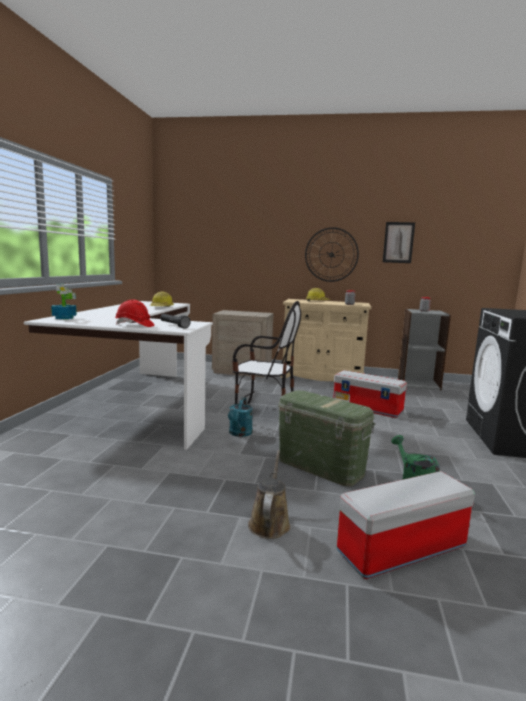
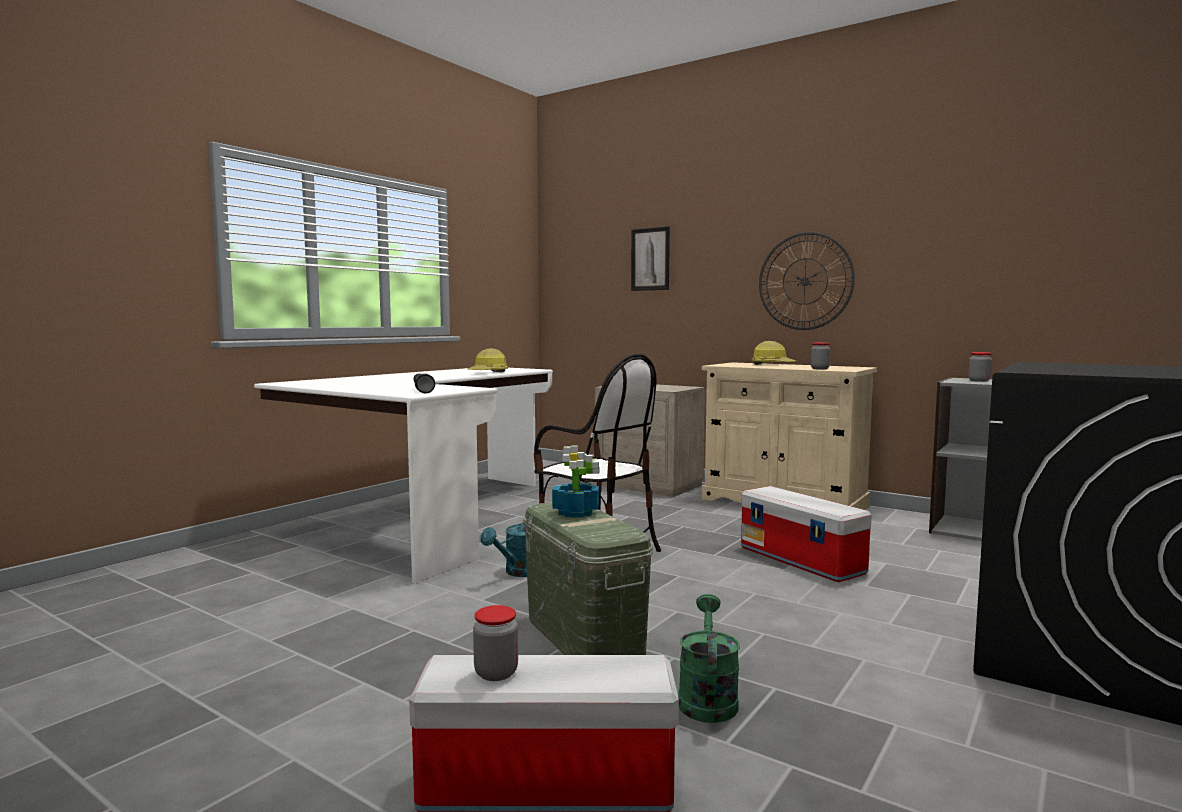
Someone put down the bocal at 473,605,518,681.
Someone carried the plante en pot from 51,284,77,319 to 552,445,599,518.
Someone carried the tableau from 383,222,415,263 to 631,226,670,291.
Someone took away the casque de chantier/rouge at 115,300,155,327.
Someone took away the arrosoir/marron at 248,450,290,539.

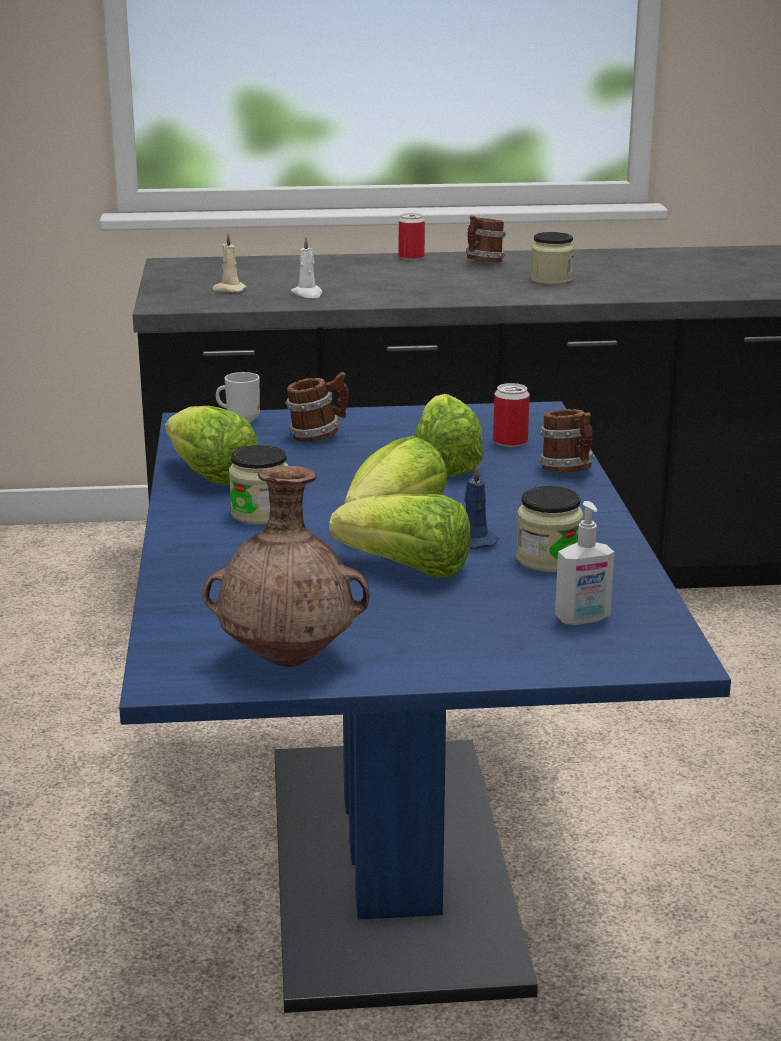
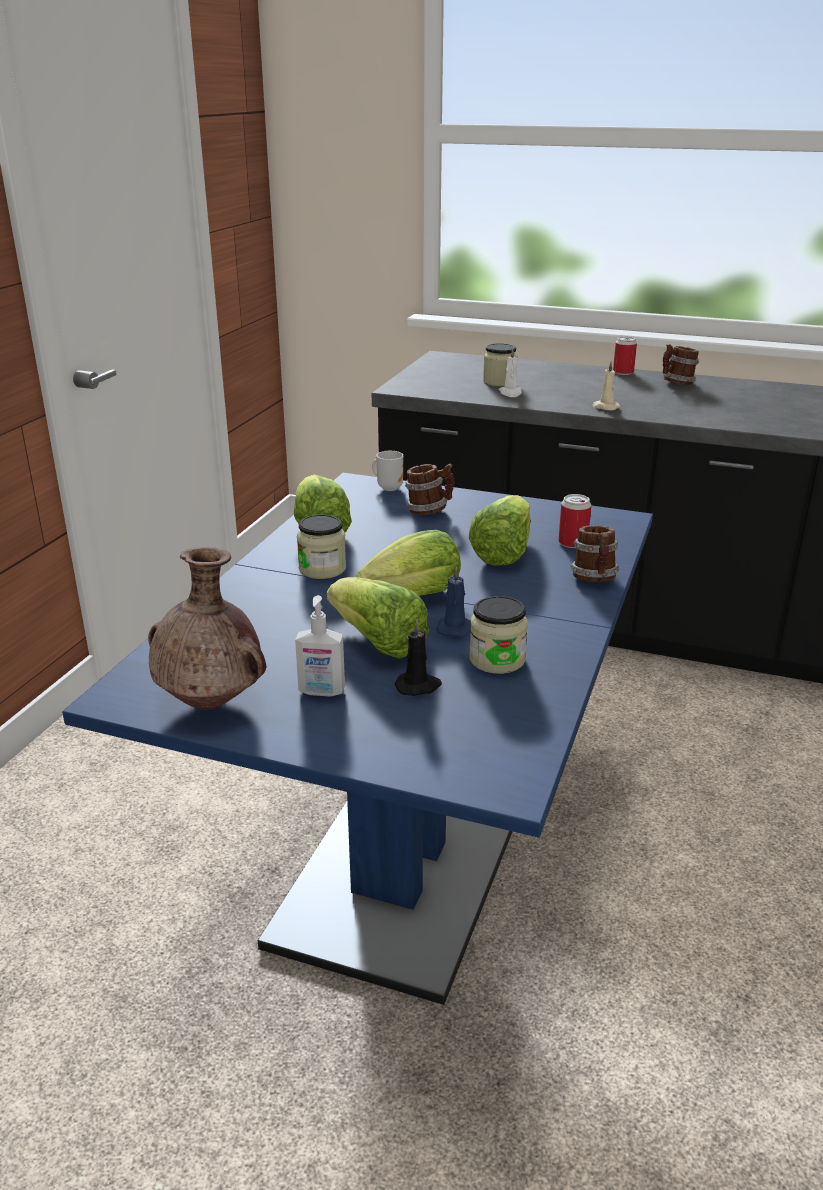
Someone carried the distributeur de savon from 555,501,614,625 to 295,595,345,697.
Someone put down the bougie/noir at 395,619,442,696.
Someone carried the bocal from 531,232,574,285 to 483,343,517,386.
Someone carried the bougie/beige from 213,233,247,292 to 592,361,620,411.

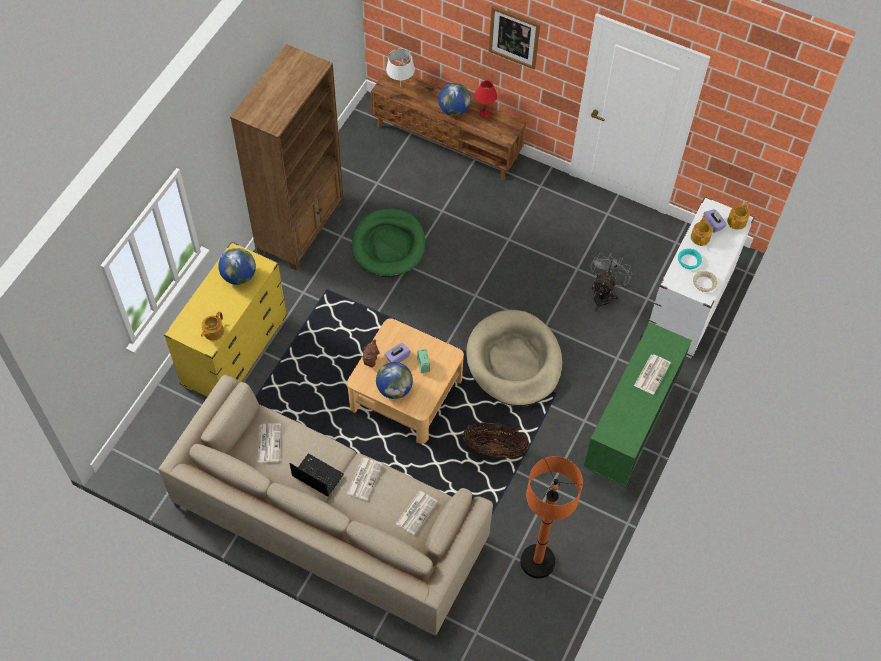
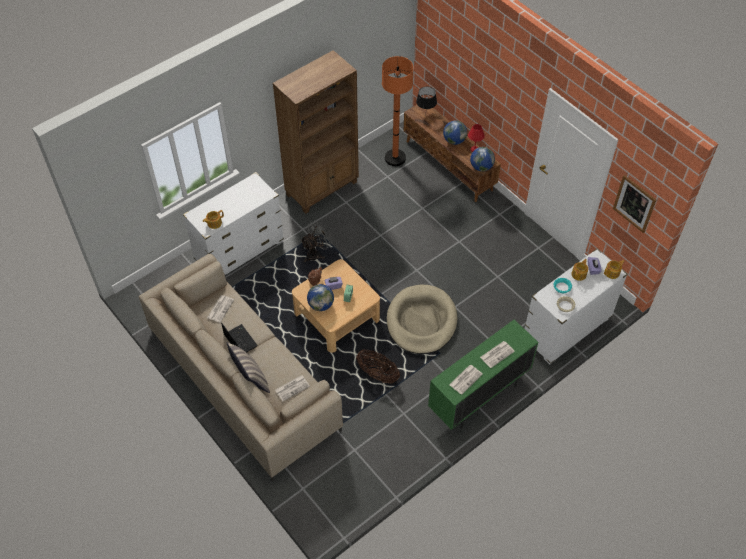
Someone repainted the commode/jaune at 164,241,287,397, which became the commode/blanc at 183,172,284,275.
Someone put down the coussin at 226,342,270,393.
Someone carried the ventilateur/gris from 590,253,632,312 to 301,220,332,262.
Someone carried the lampadaire/orange from 520,456,583,578 to 382,56,414,166.
Someone repainted the lampe de table/blanc at 386,49,415,82, which became the lampe de table/noir at 416,87,437,109.
Someone carried the journal from 347,458,383,501 to 449,365,483,395.
Someone carried the globe from 218,248,256,285 to 470,147,495,171.
Someone carried the tableau from 489,6,540,70 to 613,175,656,233.
Someone took away the panier pour chien/vert at 352,209,425,277.

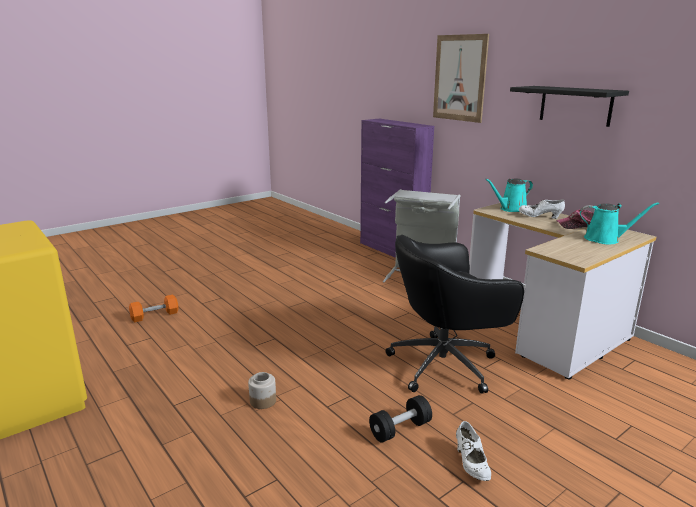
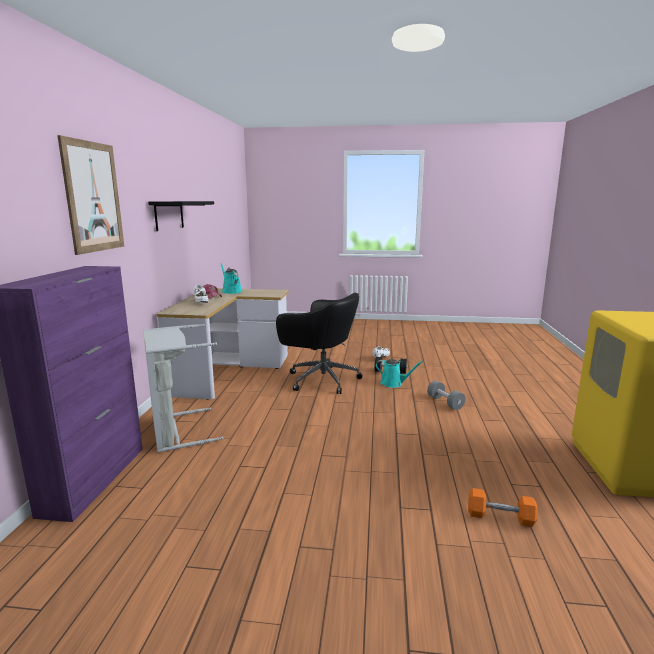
Someone carried the arrosoir/turquoise from 485,178,533,212 to 375,359,424,388.
Someone swapped the bocal at 248,372,276,409 for the haltère/gris at 427,381,466,410.

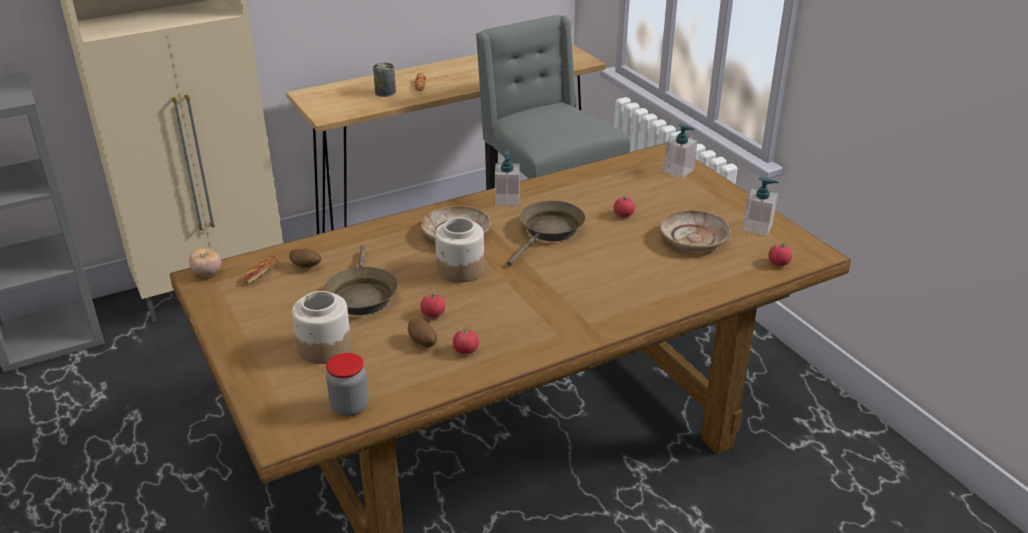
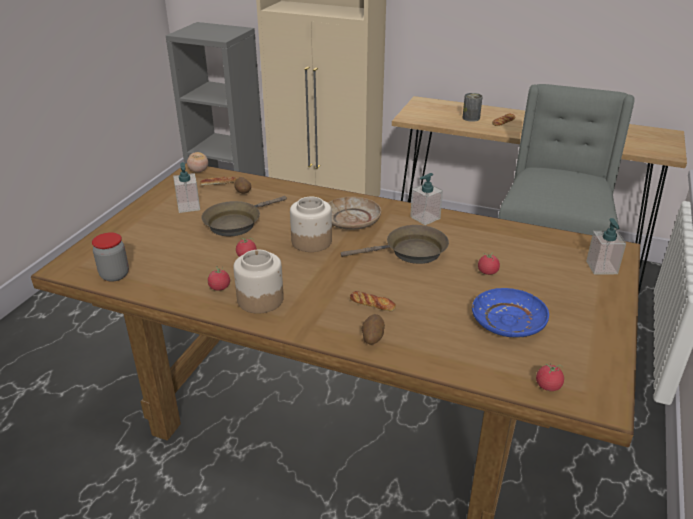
Someone carried the distributeur de savon from 743,177,779,236 to 173,162,200,213.
Someone carried the bocal from 292,291,351,364 to 233,250,284,314.
Someone put down the pain at 350,291,396,311.
Someone carried the pomme de terre from 408,319,437,348 to 362,314,385,345.
Someone repainted the assiette/beige at 660,210,730,251, which became the assiette/bleu at 472,288,549,337.

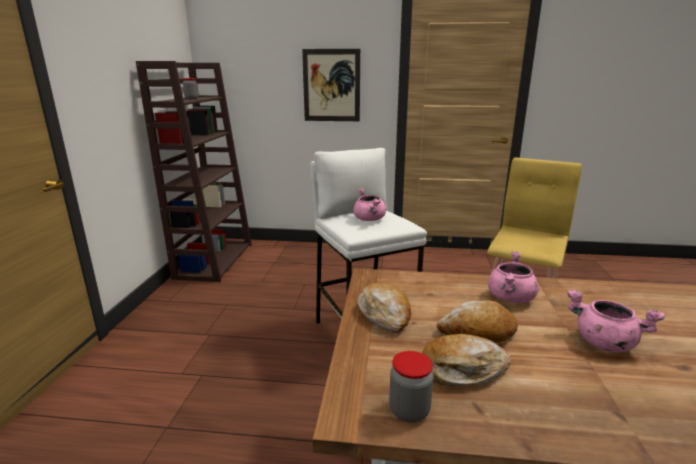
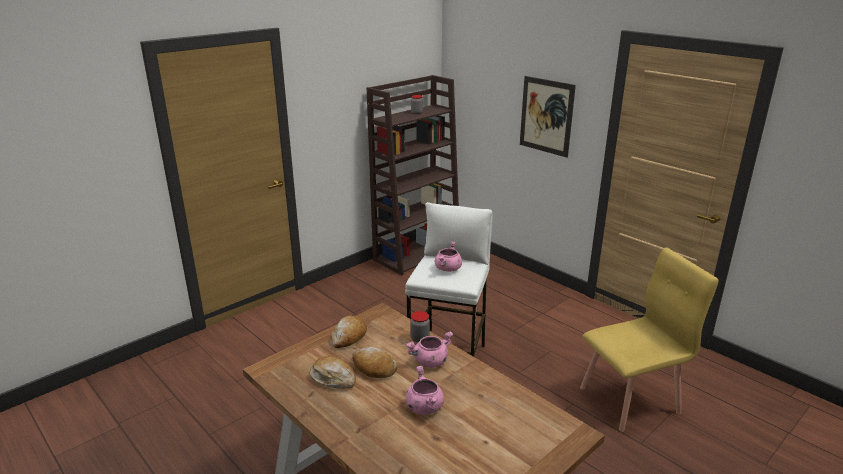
Someone carried the bocal from 389,351,434,423 to 410,311,430,343.

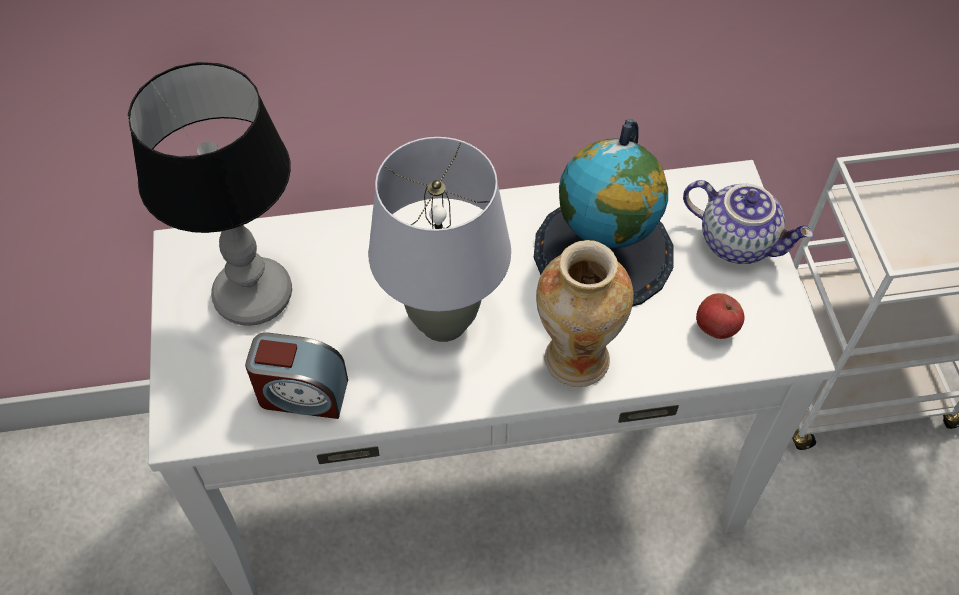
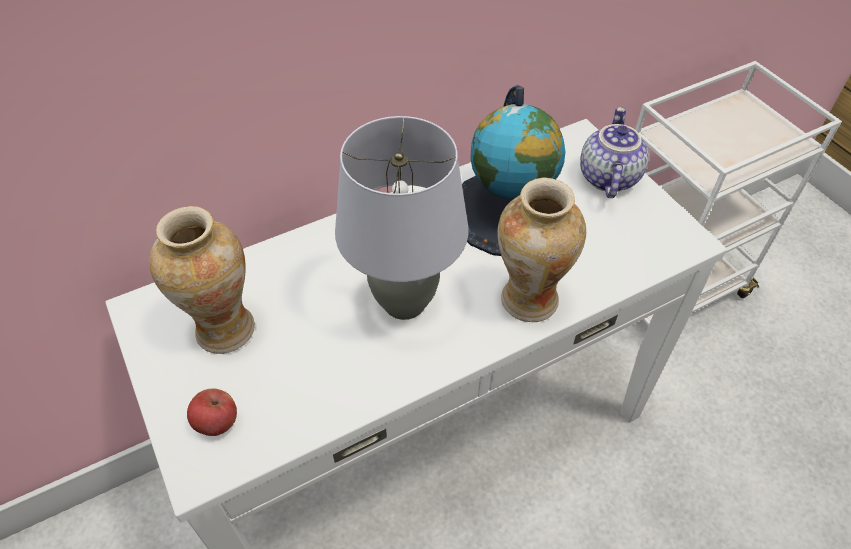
Someone swapped the lampe de table at 128,62,292,326 for the vase at 149,206,255,354.
Someone carried the pomme from 696,293,745,339 to 187,388,237,436.
Someone rotated the théière at 683,180,813,264 by 90 degrees counterclockwise.
Someone took away the réveil at 245,332,348,419.

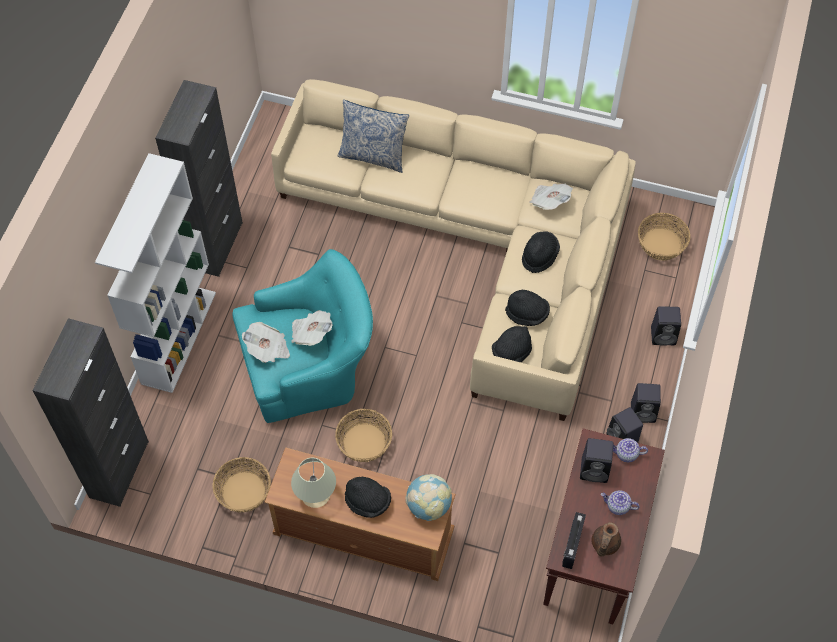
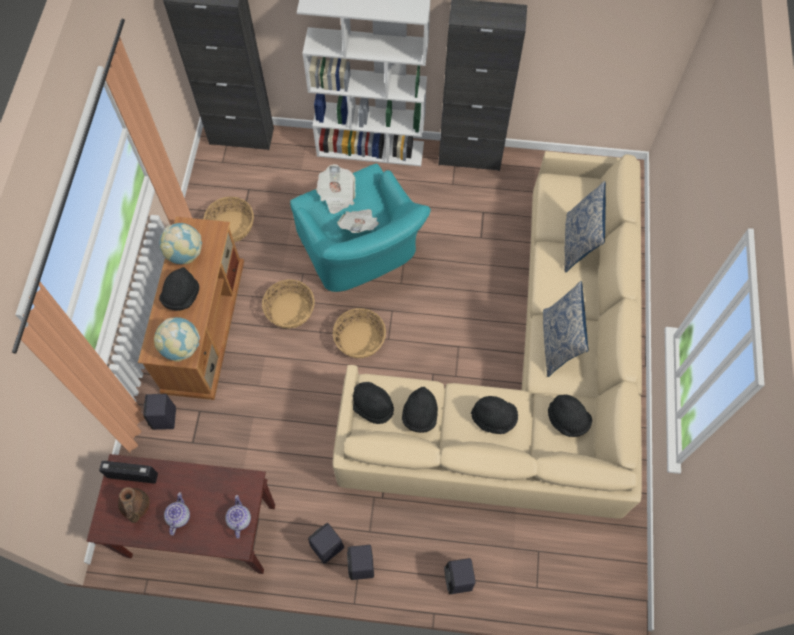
Someone rotated the théière/marron at 591,522,621,557 by 120 degrees counterclockwise.
Someone carried the enceinte/noir from 580,438,614,483 to 143,394,176,430.
Someone swapped the lampe de table/beige at 291,458,336,508 for the globe at 159,223,202,264.
Someone carried the panier from 638,213,690,261 to 333,308,386,358.
Someone put down the coussin at 543,281,588,377.
Someone swapped the journal at 529,183,573,210 for the chapeau/noir at 548,395,592,437.

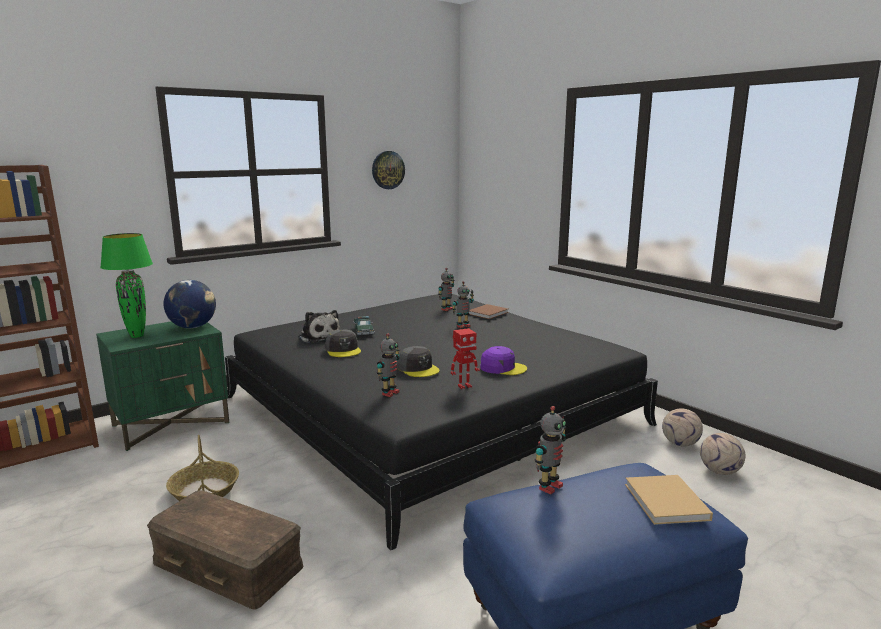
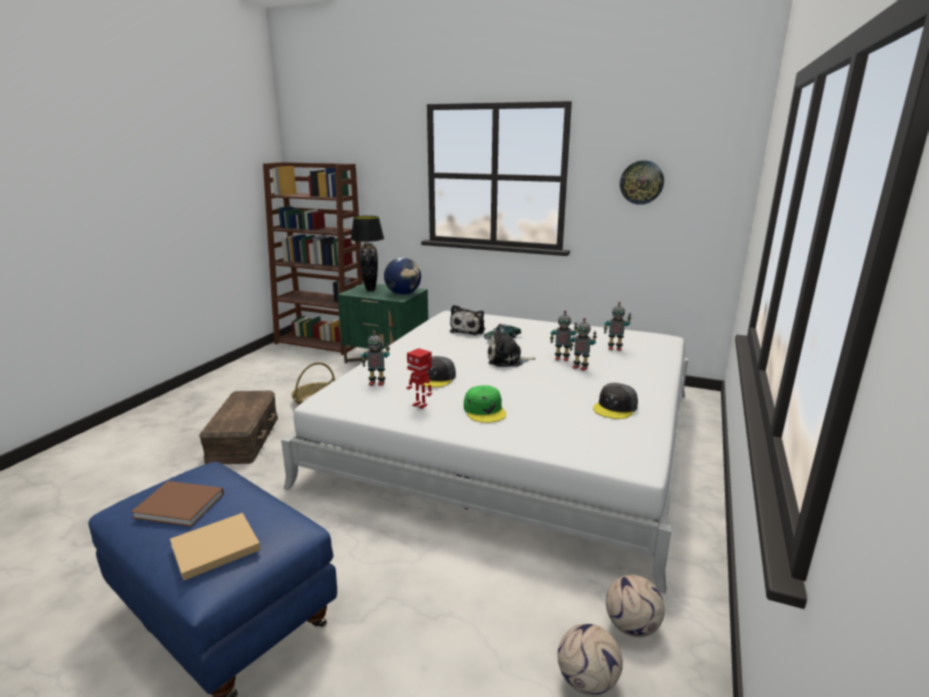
Someone carried the livre/marron from 468,304,509,319 to 131,481,224,527.
Someone repainted the lit/noir at 225,294,658,550, which became the lit/blanc at 281,311,688,593.
Someone repainted the lampe de table/vert at 100,233,153,338, which became the lampe de table/noir at 351,216,384,291.
Someone repainted the casquette/violet at 480,346,527,375, which became the casquette/vert at 464,385,506,423.
Someone put down the peluche at 488,326,536,367.
Someone carried the robot jouet from 535,406,566,495 to 550,310,577,361.
Someone carried the casquette/gris from 325,330,361,357 to 593,383,638,419.

